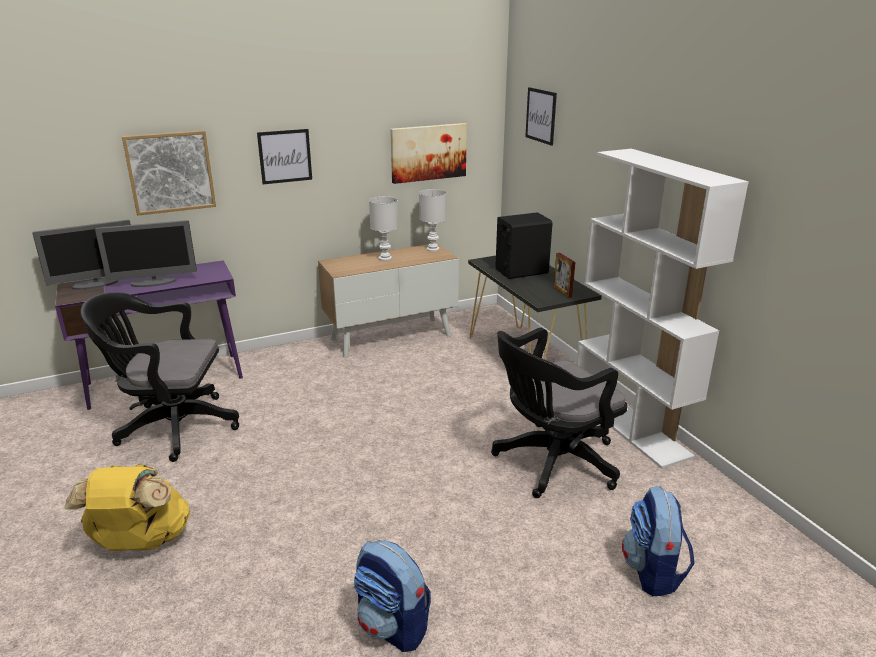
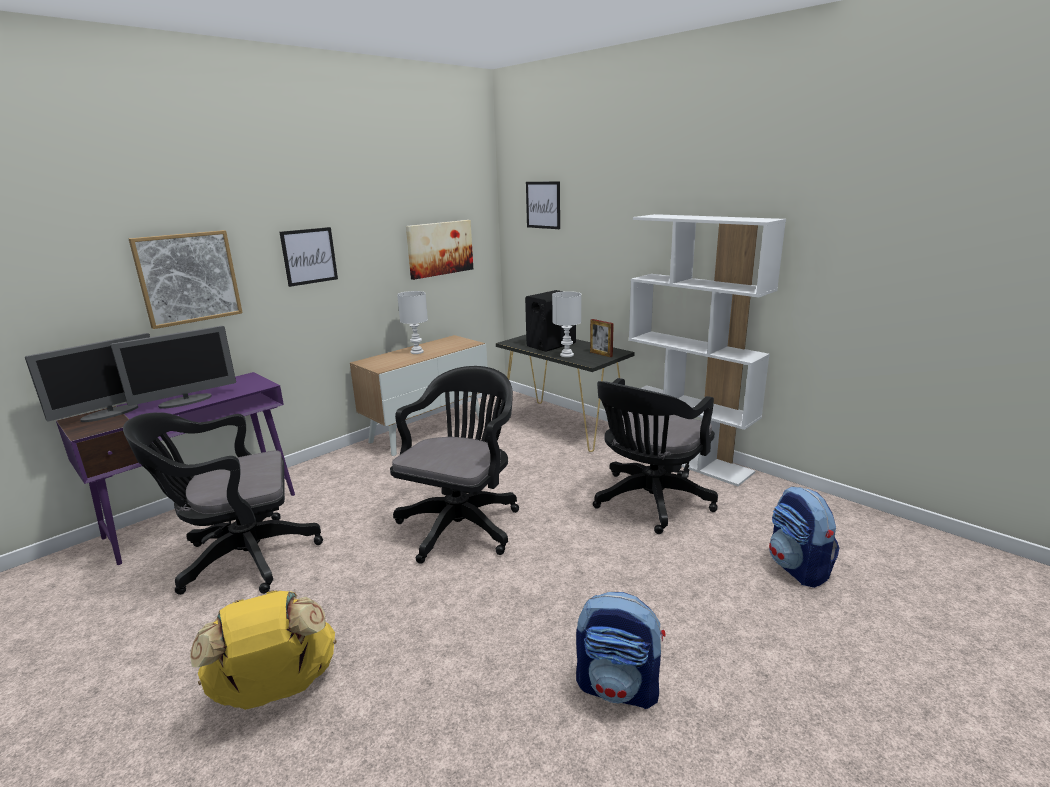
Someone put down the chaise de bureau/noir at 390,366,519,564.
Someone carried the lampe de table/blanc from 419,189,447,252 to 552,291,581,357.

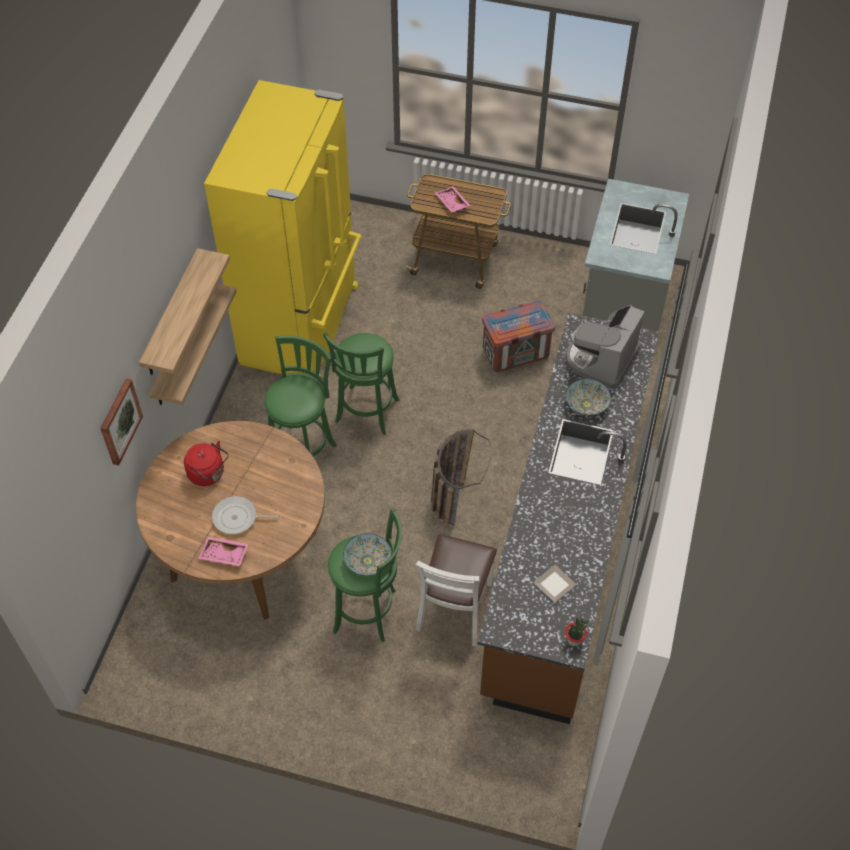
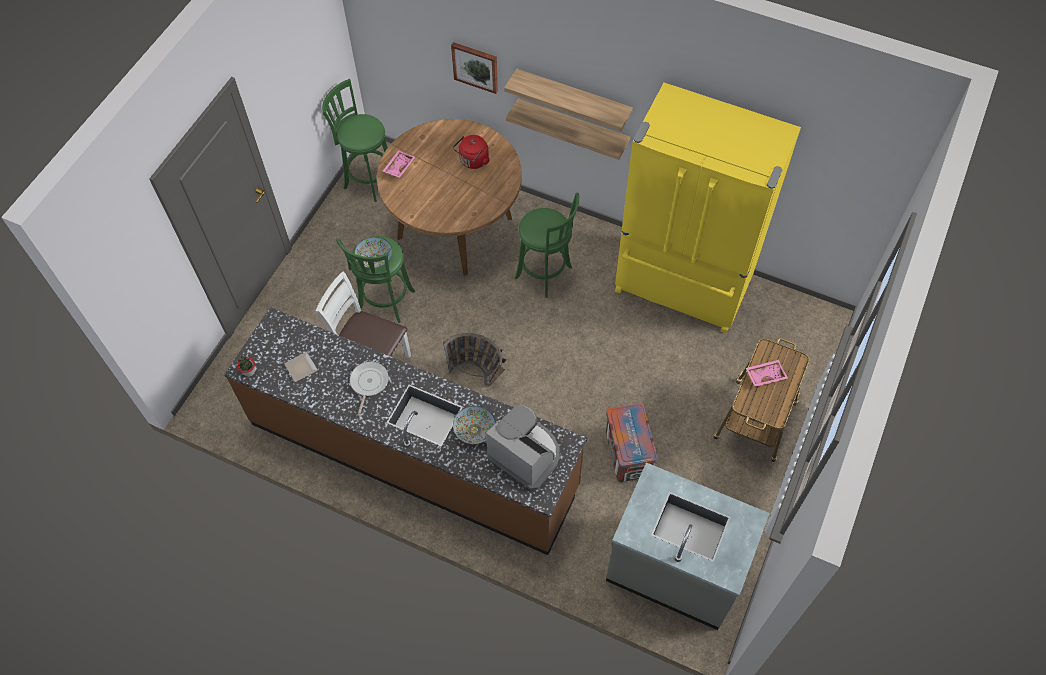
Someone carried the tabouret/vert from 323,332,399,435 to 322,79,388,202.
Someone carried the poêle from 212,496,281,534 to 350,362,389,416.

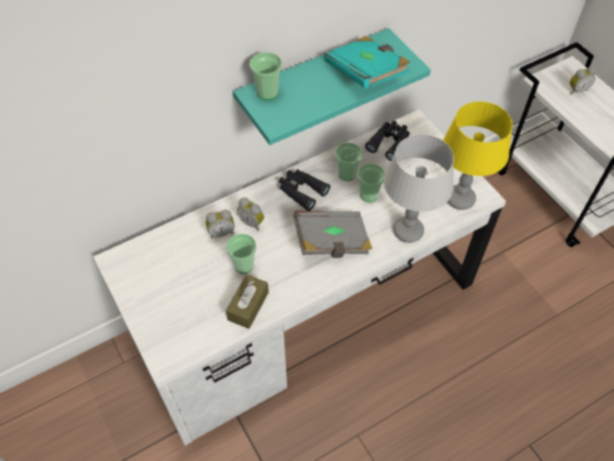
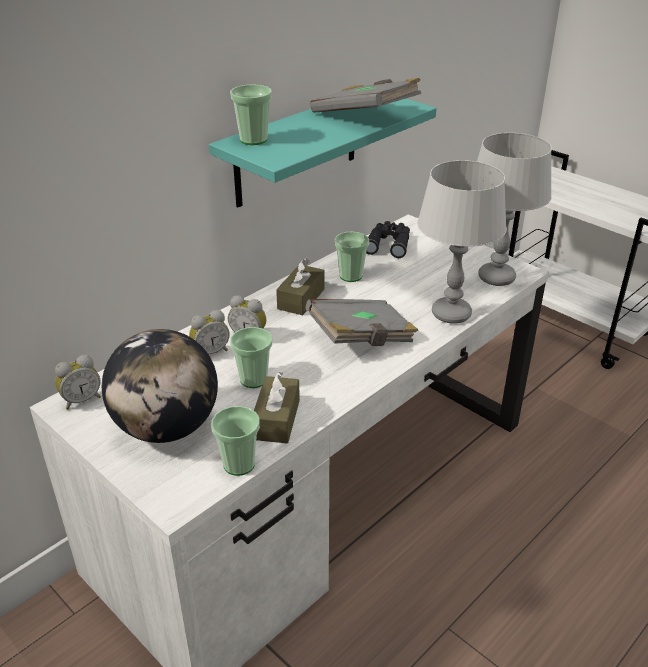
Someone carried the réveil from 570,67,596,95 to 55,355,101,410.
Someone put down the globe at 102,329,218,443.
Someone carried the tasse from 357,163,385,202 to 211,406,260,476.
Someone swapped the jumelles/noir at 279,169,330,211 for the boîte à mouchoirs/marron at 276,258,325,315.
Someone repainted the livre/turquoise at 324,36,410,89, which became the livre/gris at 310,78,421,113.
Someone repainted the lampe de table/jaune at 443,101,513,210, which became the lampe de table/gris at 477,133,552,286.

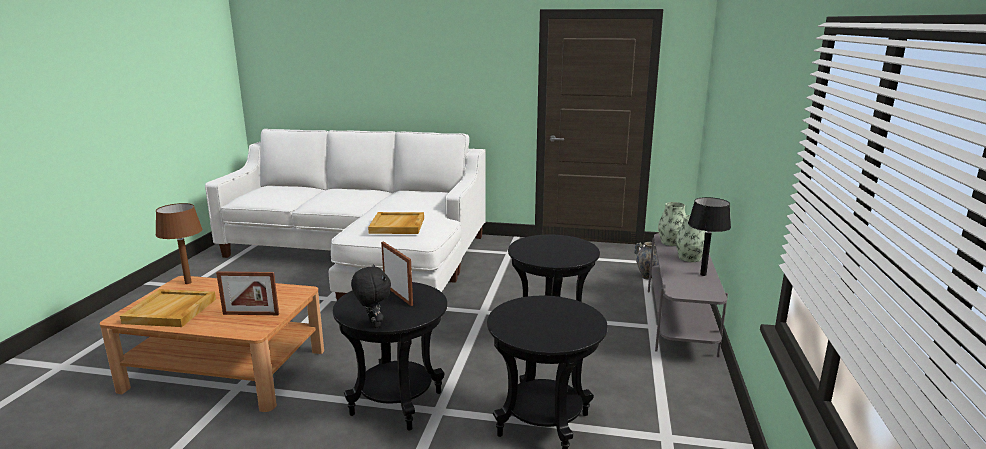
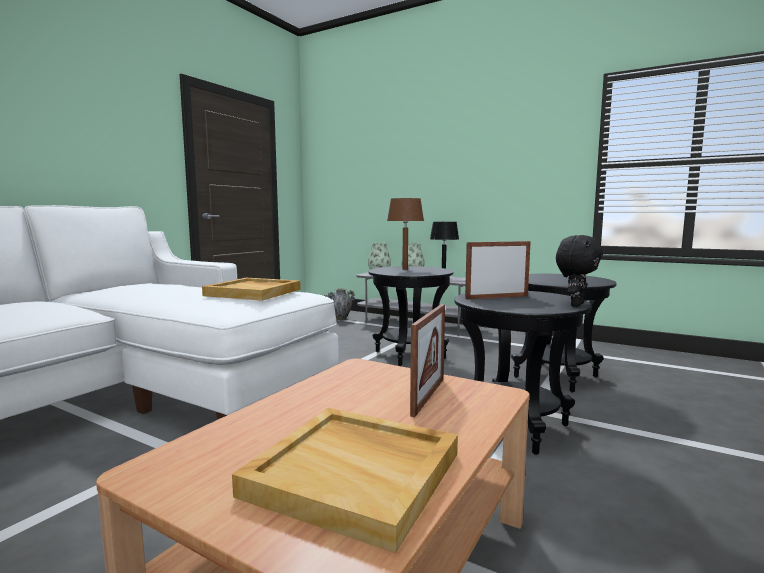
Someone carried the lampe de table/marron from 155,203,202,284 to 387,198,424,270.
Someone rotated the peluche/noir at 351,264,391,328 by 135 degrees clockwise.

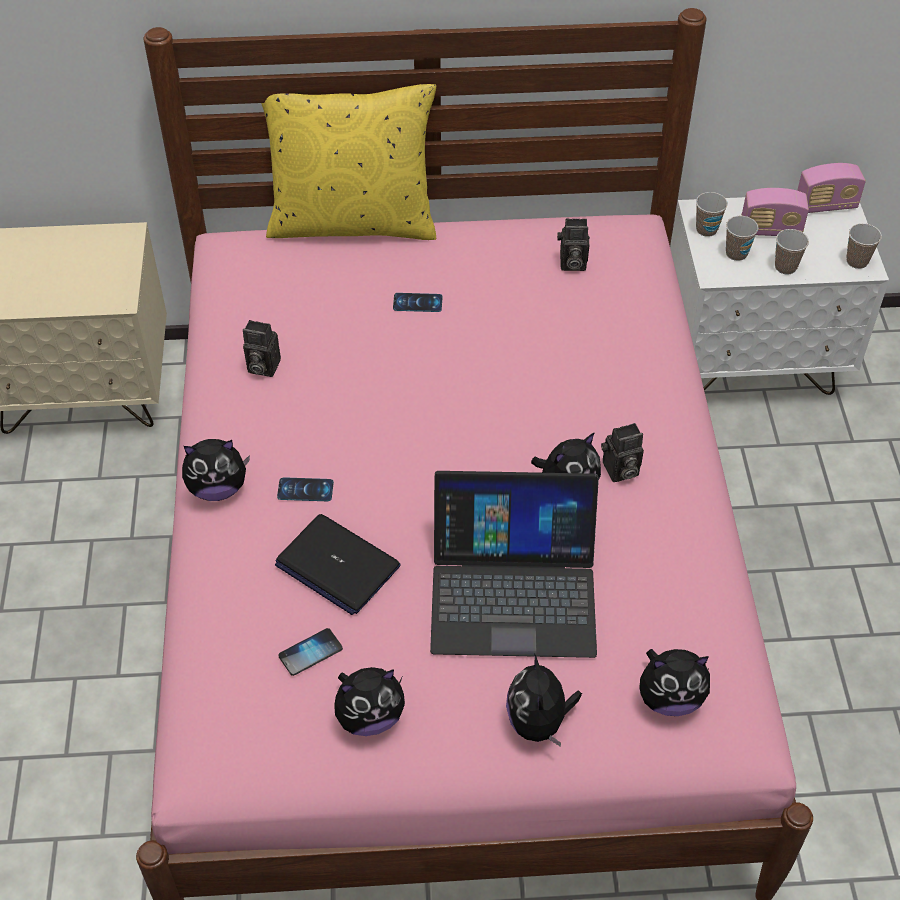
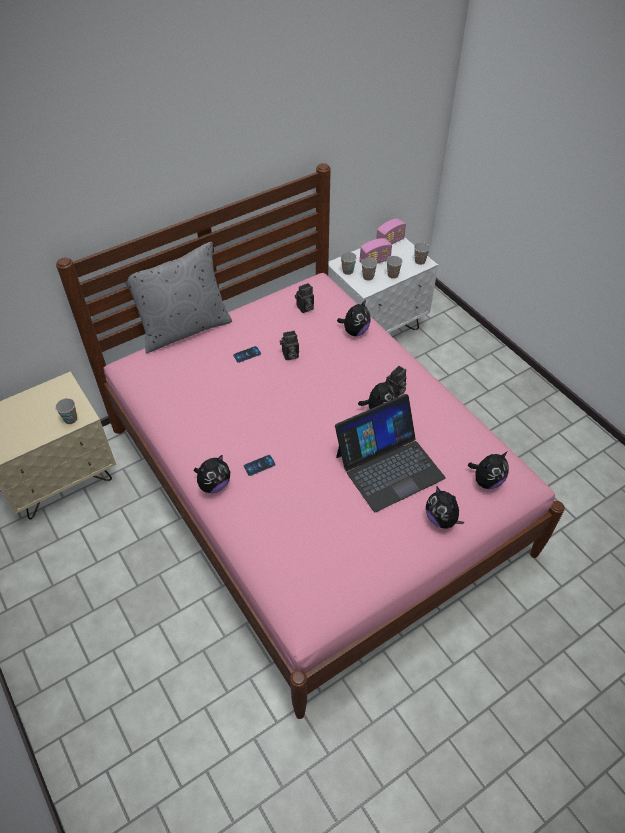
Someone put down the tasse at 55,398,77,424.
Someone repainted the coussin/jaune at 261,84,436,240, which became the coussin/gris at 125,242,232,353.
Someone carried the appareil photo from 243,320,281,377 to 280,330,299,360.
Someone carried the peluche from 334,667,405,736 to 337,300,371,336.
Someone took away the ordinateur portable at 275,514,401,615.
Someone took away the téléphone at 279,628,343,676.

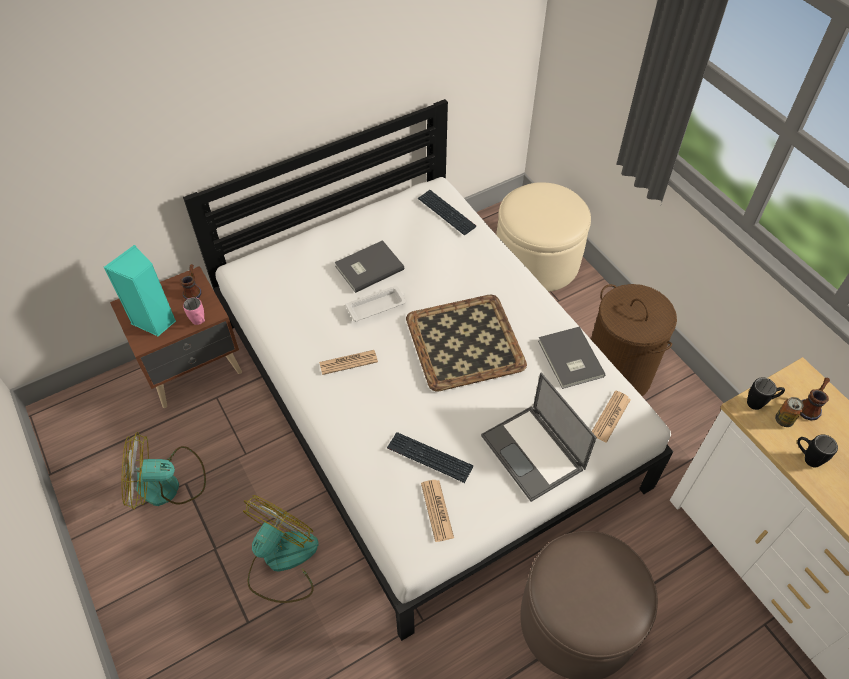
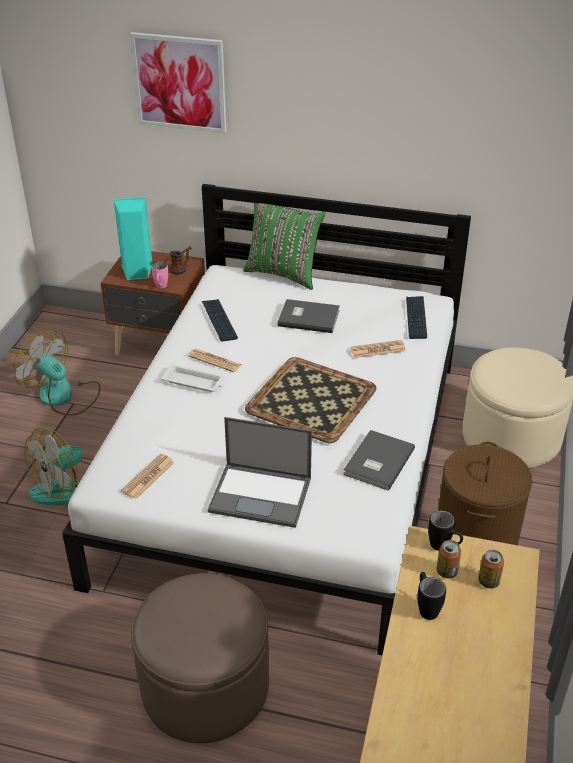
Someone rotated the ventilateur at 243,495,319,603 by 150 degrees clockwise.
Someone put up the tableau at 130,32,226,133.
Someone carried the plateau/blanc from 345,286,406,322 to 161,364,224,392.
Someone carried the clavier from 387,432,474,483 to 202,299,238,341.
Someone rotated the ordinateur portable at 481,373,597,502 by 90 degrees counterclockwise.
Someone put down the coussin/vert at 243,203,325,290.
Someone carried the journal from 592,390,631,443 to 350,340,406,358.
Someone swapped the mug at 800,378,830,420 for the boîte métallique at 478,550,504,588.

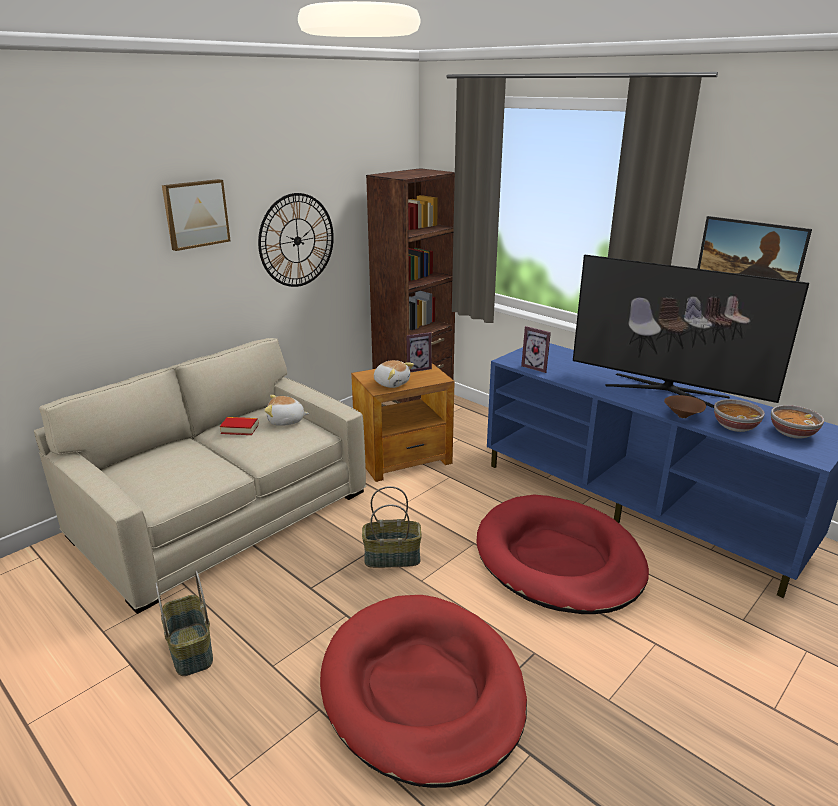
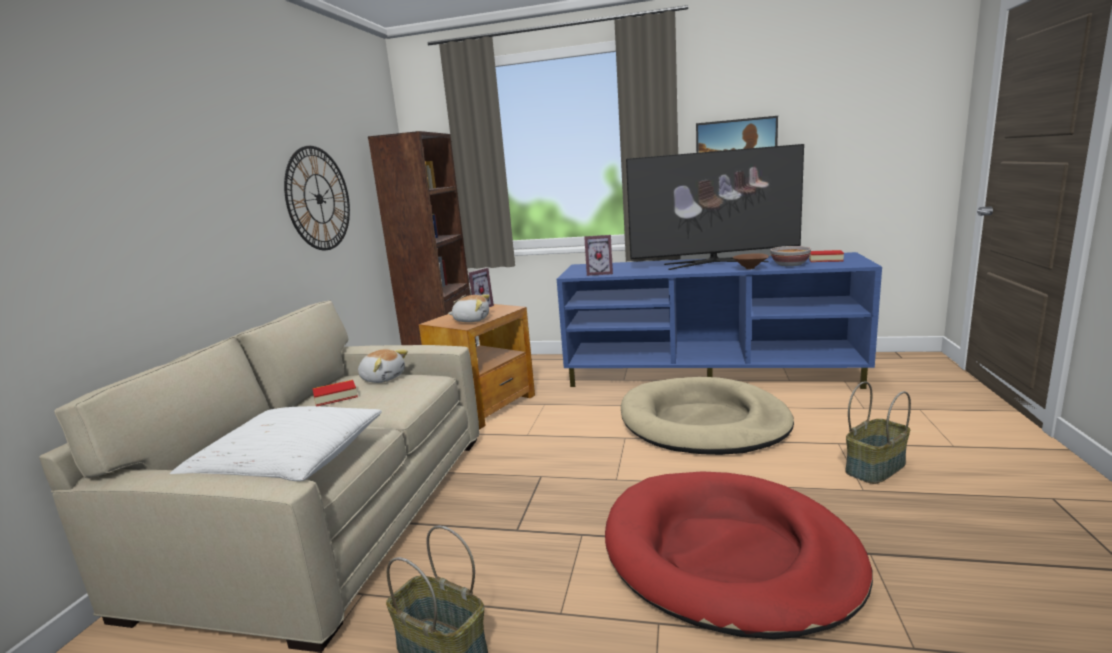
Someone put down the coussin/blanc at 170,406,382,481.
Someone rotated the peluche at 264,395,309,426 by 120 degrees counterclockwise.
Someone repainted the panier pour chien/rouge at 476,495,649,614, which became the panier pour chien/beige at 621,377,794,455.
Someone swapped the bol at 771,405,824,439 for the livre at 809,250,844,262.
Someone carried the panier from 362,486,422,568 to 845,381,911,484.
Someone took away the tableau at 162,179,231,251.

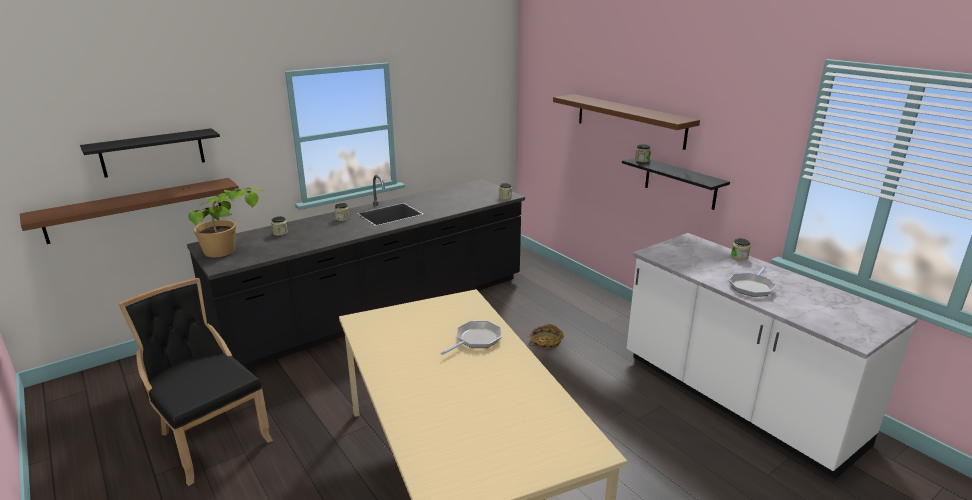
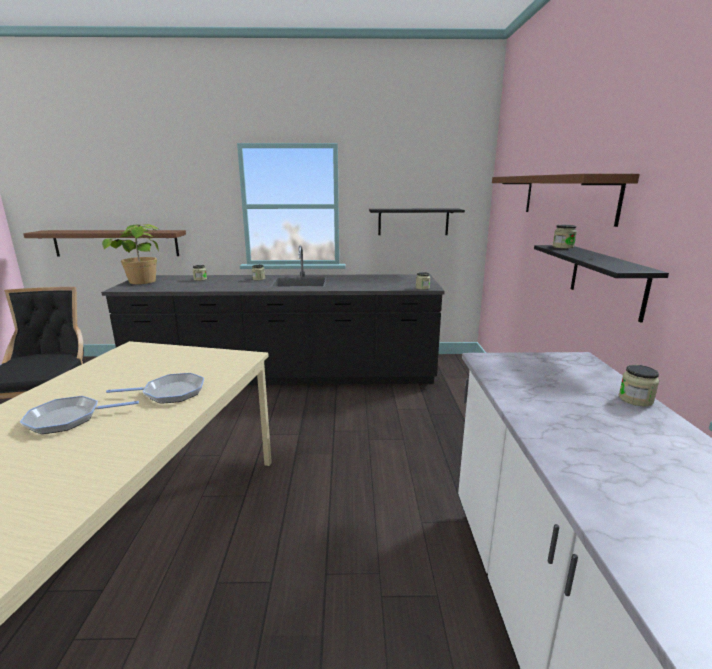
Someone carried the poêle from 729,266,776,297 to 20,396,139,434.
Someone carried the étagère/noir from 80,128,220,178 to 369,209,465,235.
Someone took away the panier at 529,324,564,349.

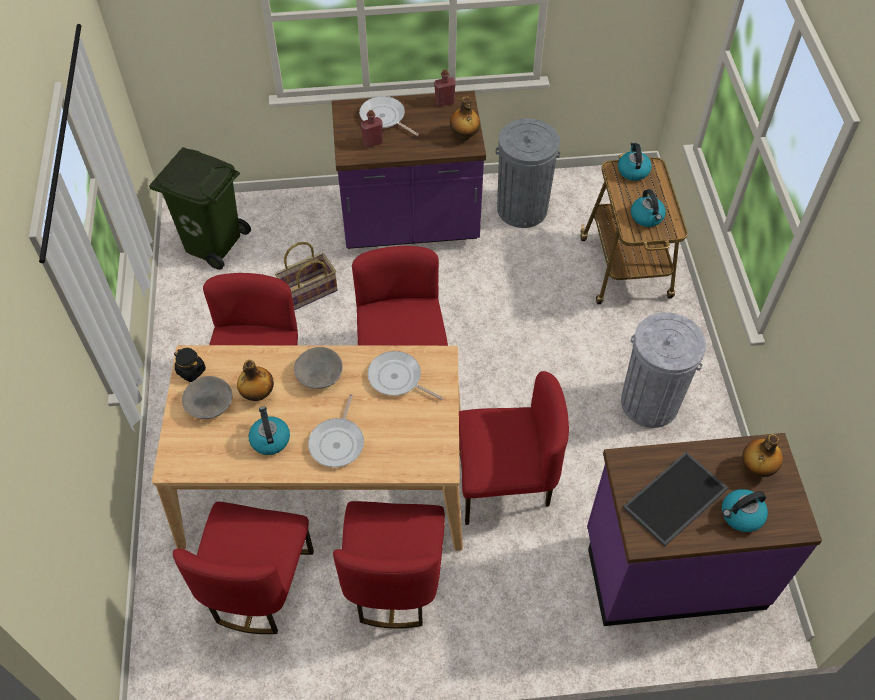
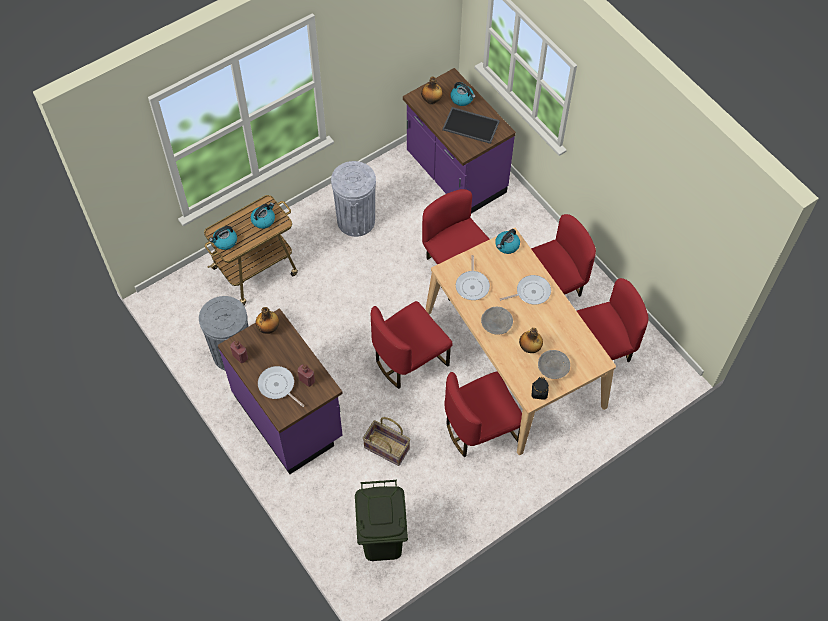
Someone rotated the poêle at 359,96,419,136 by 120 degrees clockwise.
Someone carried the bouilloire from 248,406,290,455 to 495,229,520,254.

